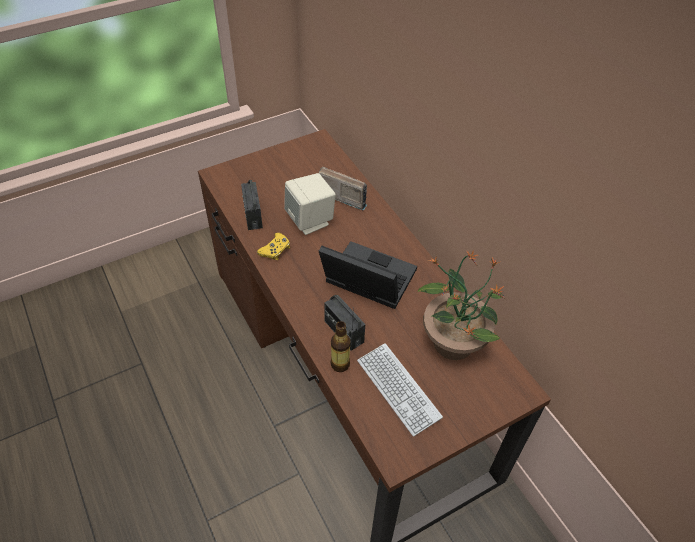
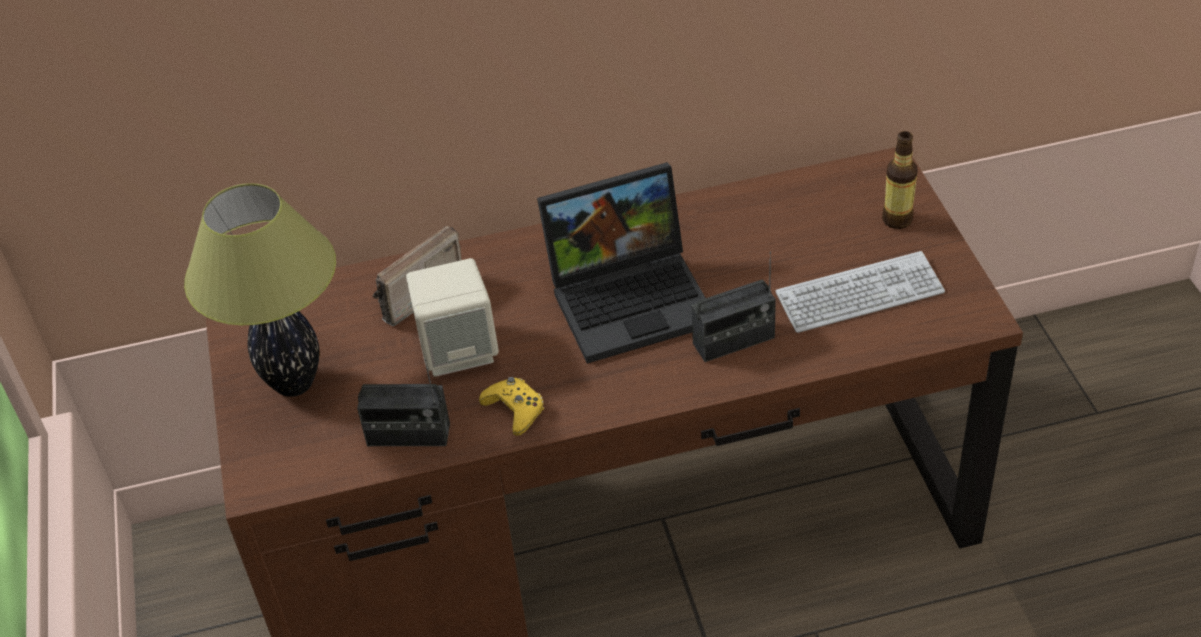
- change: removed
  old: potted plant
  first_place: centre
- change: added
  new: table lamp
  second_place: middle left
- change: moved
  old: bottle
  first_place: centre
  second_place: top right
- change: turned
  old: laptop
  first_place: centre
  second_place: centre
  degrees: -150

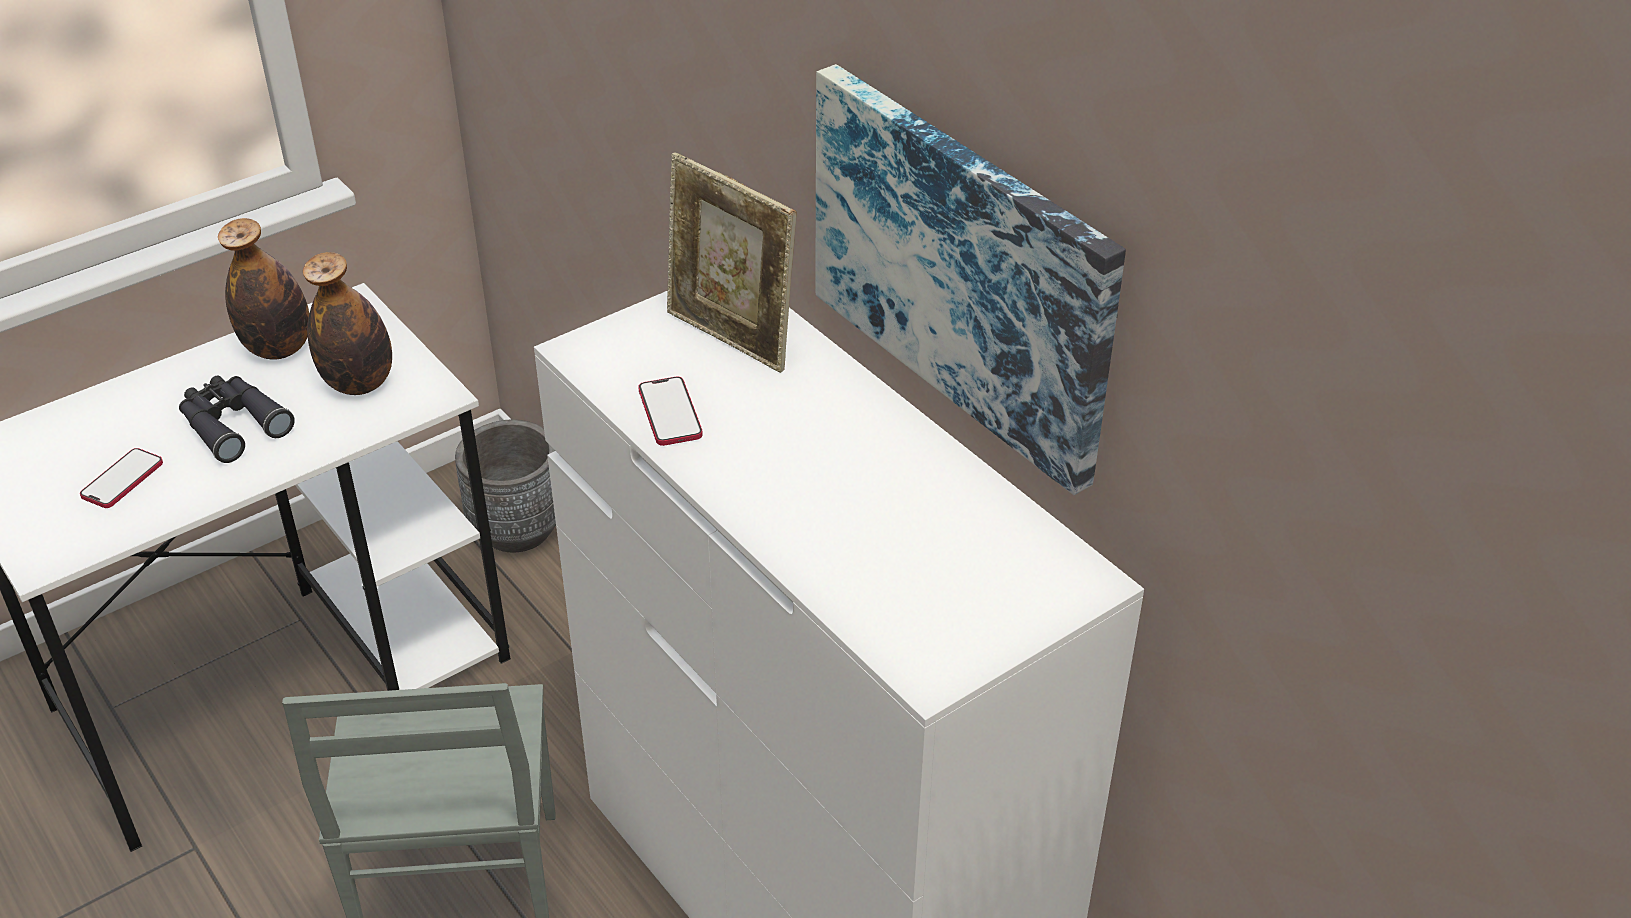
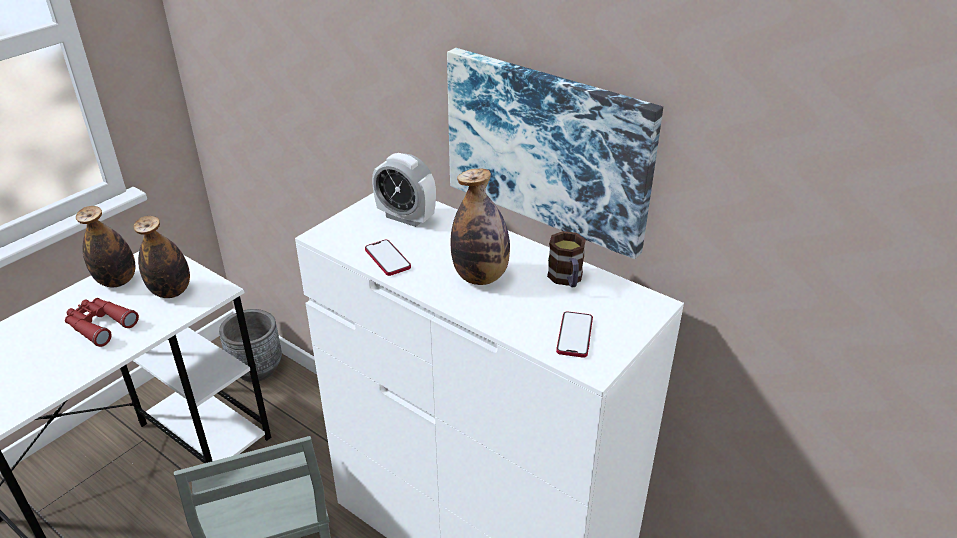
- change: added
  new: bottle (3rd from left)
  second_place: centre
- change: added
  new: mug
  second_place: centre
- change: moved
  old: phone (1st from left in the first image)
  new: phone (2nd from left)
  first_place: middle left
  second_place: centre
- change: replaced
  old: picture frame
  new: alarm clock
  first_place: top centre
  second_place: centre
- change: recoloured
  old: black binoculars
  new: red binoculars
  first_place: middle left
  second_place: middle left

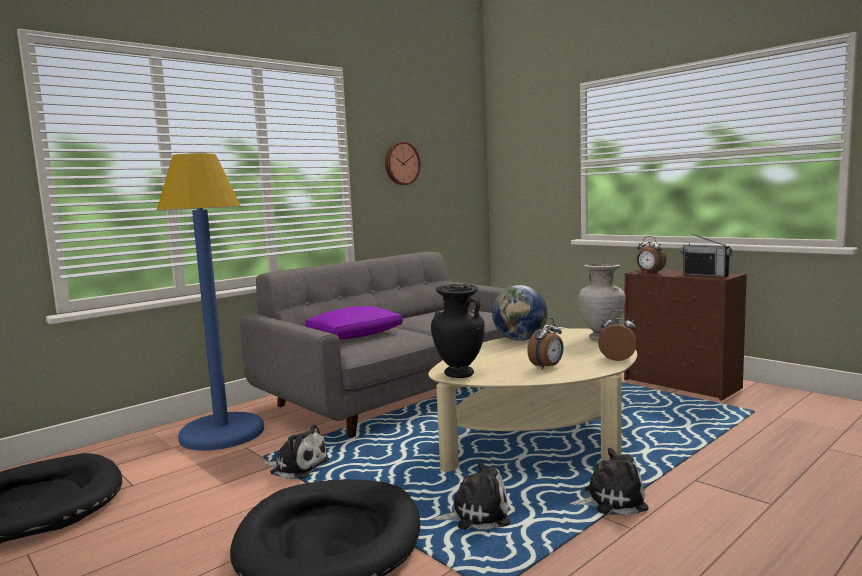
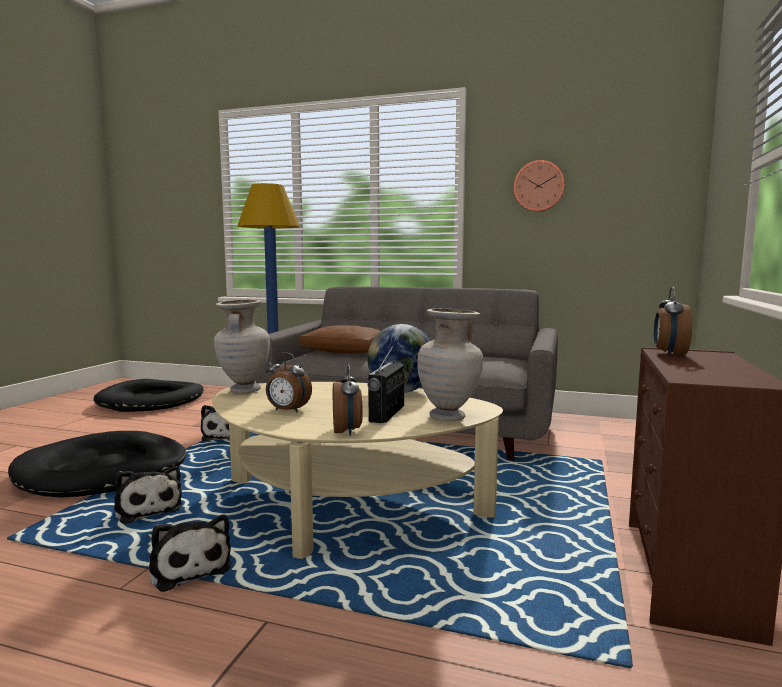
- change: moved
  old: radio
  first_place: middle right
  second_place: centre
- change: recoloured
  old: purple pillow
  new: brown pillow
  first_place: centre
  second_place: centre
- change: recoloured
  old: black vase
  new: beige vase (1st from left)
  first_place: centre
  second_place: middle left

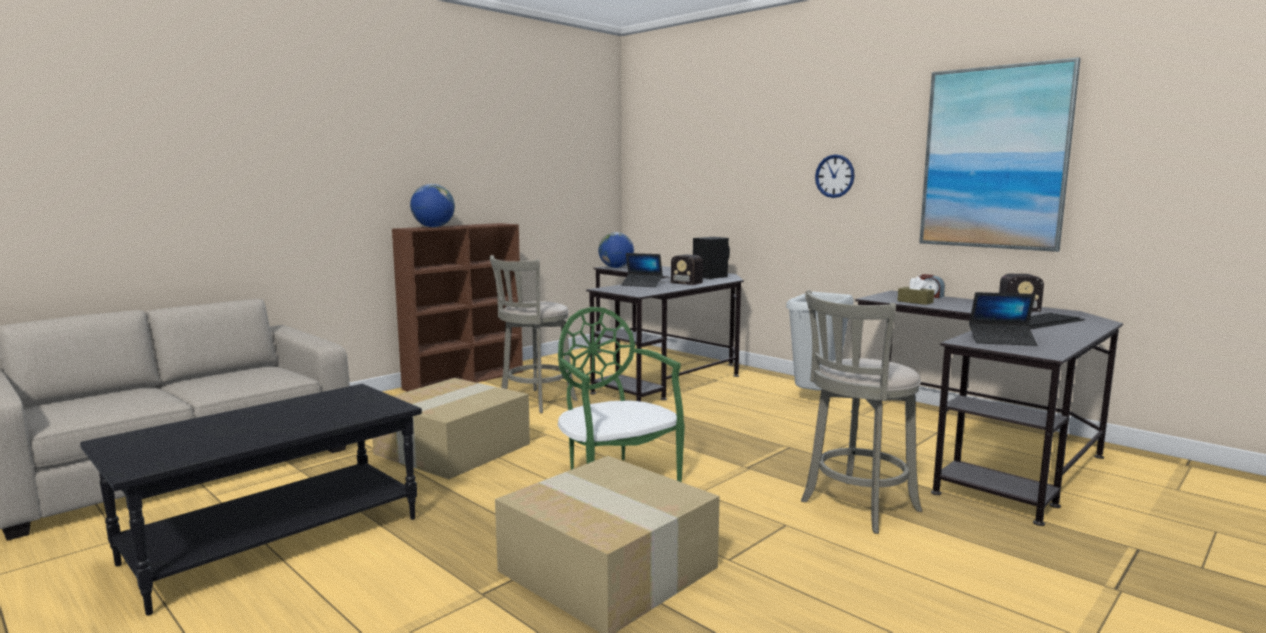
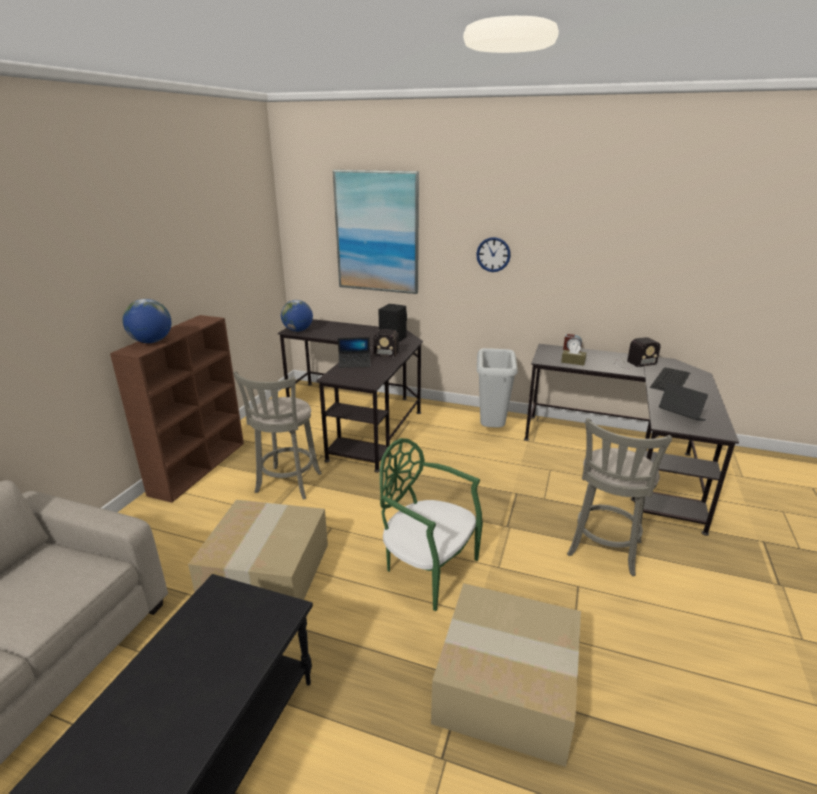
- change: moved
  old: picture
  first_place: top right
  second_place: top centre
- change: turned
  old: laptop (2nd from left)
  first_place: middle right
  second_place: middle right
  degrees: -120

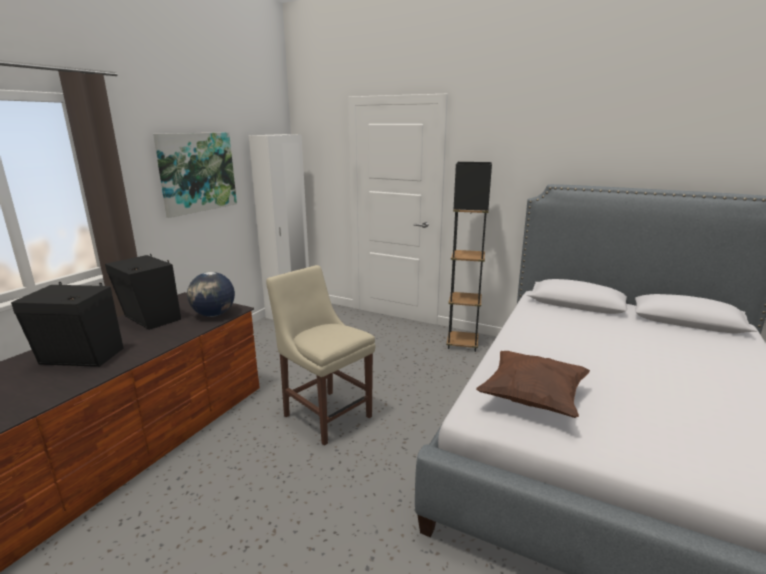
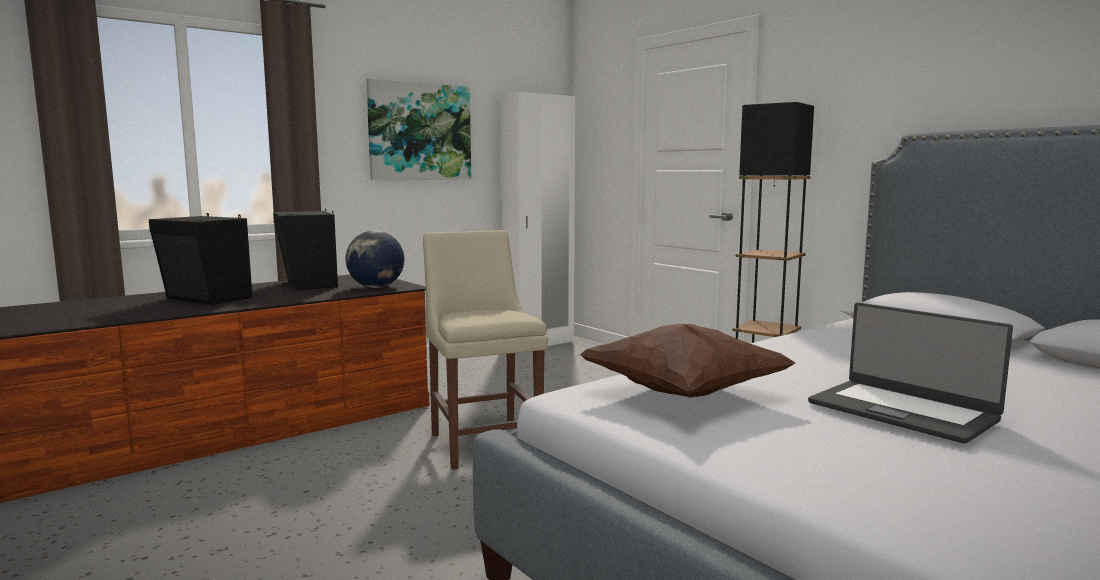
- change: added
  new: laptop
  second_place: middle right

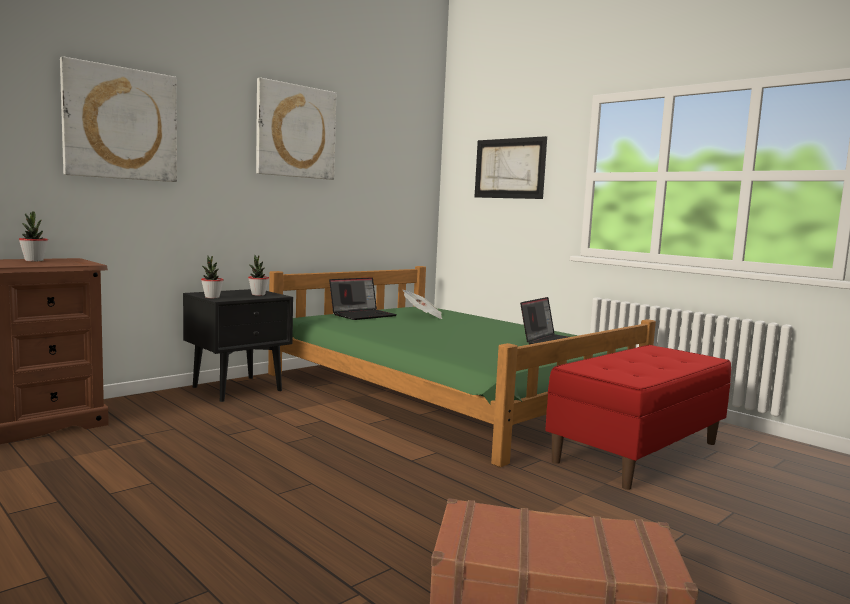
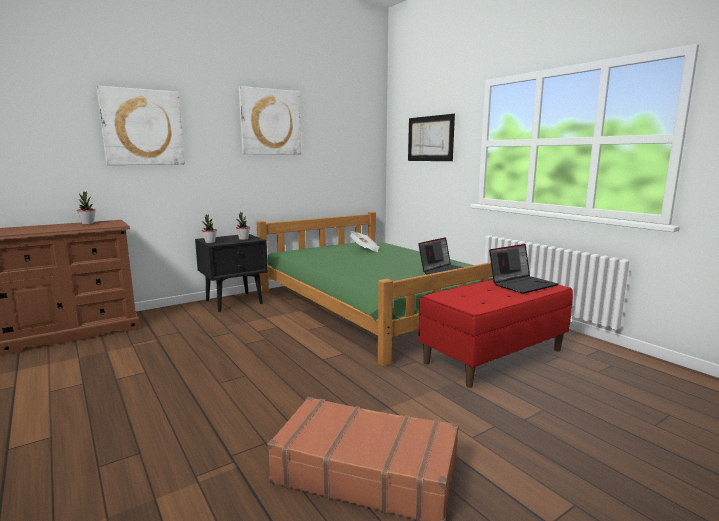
- change: moved
  old: laptop (1st from left in the first image)
  new: laptop (2nd from left)
  first_place: centre
  second_place: middle right

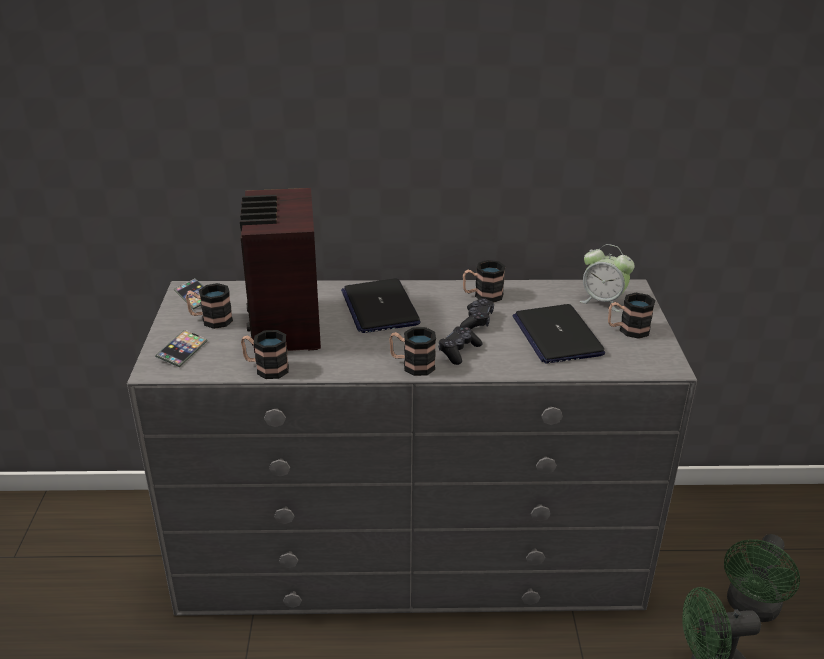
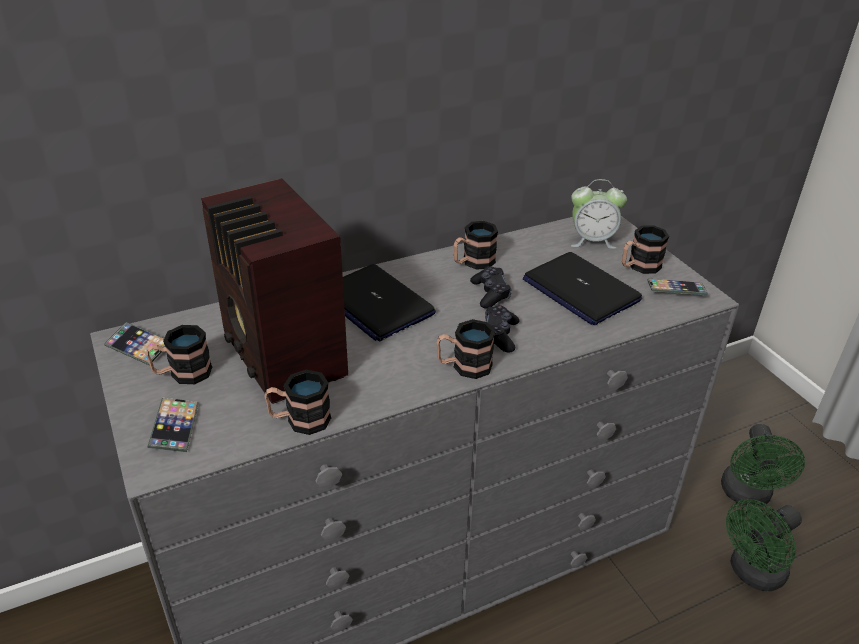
- change: added
  new: phone (3rd from left)
  second_place: middle right

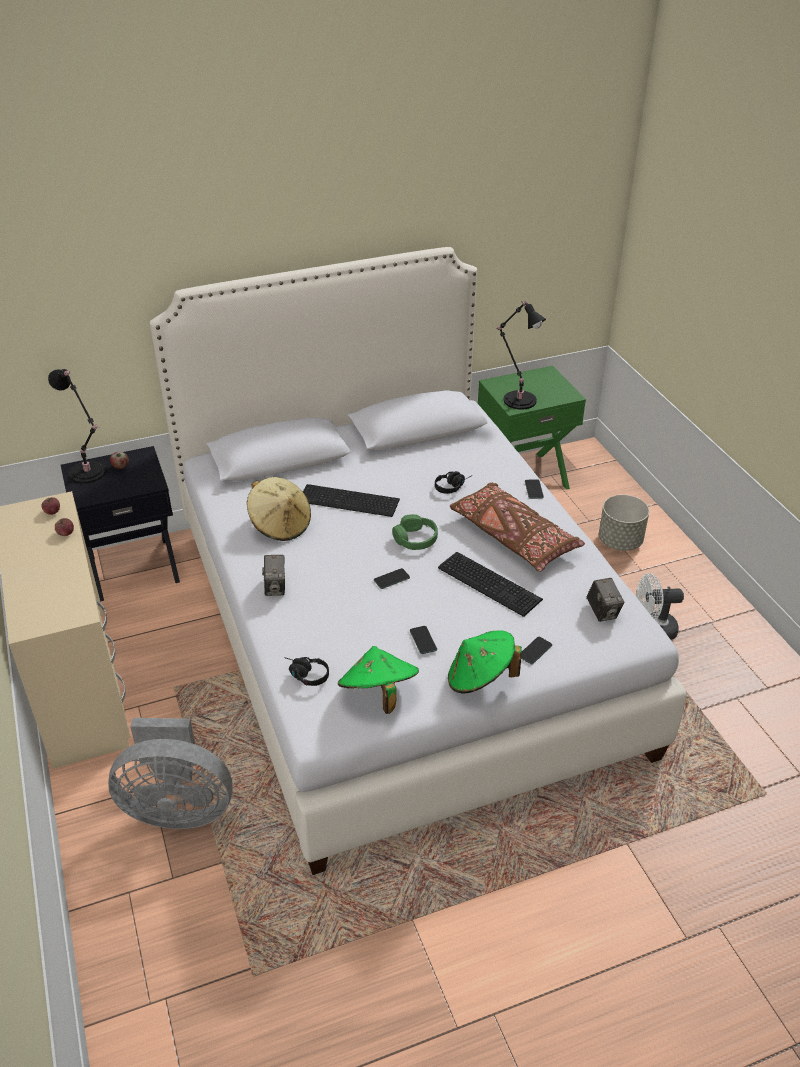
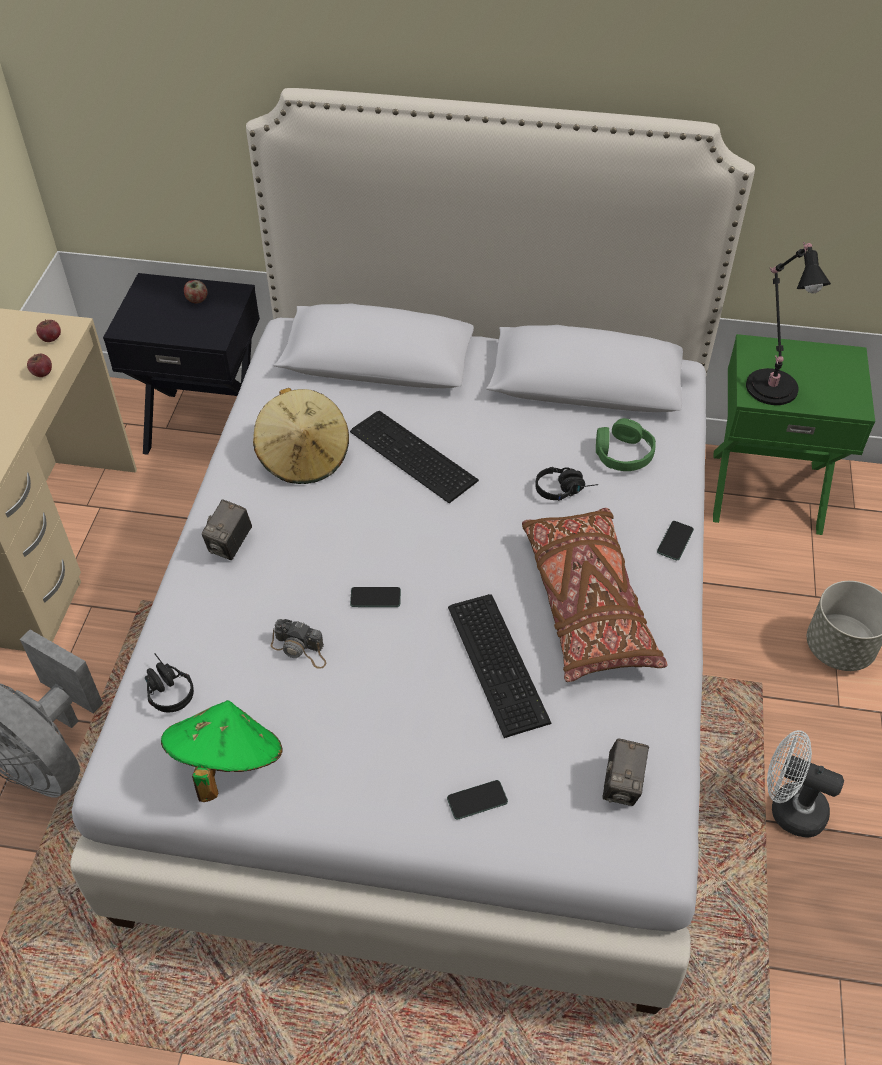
- change: removed
  old: black table lamp (1st from left)
  first_place: middle left
- change: removed
  old: phone (2nd from left)
  first_place: centre
- change: removed
  old: green hat (2nd from left)
  first_place: centre
- change: added
  new: photo camera (2nd from left)
  second_place: centre
- change: moved
  old: green headphones
  first_place: centre
  second_place: middle right

